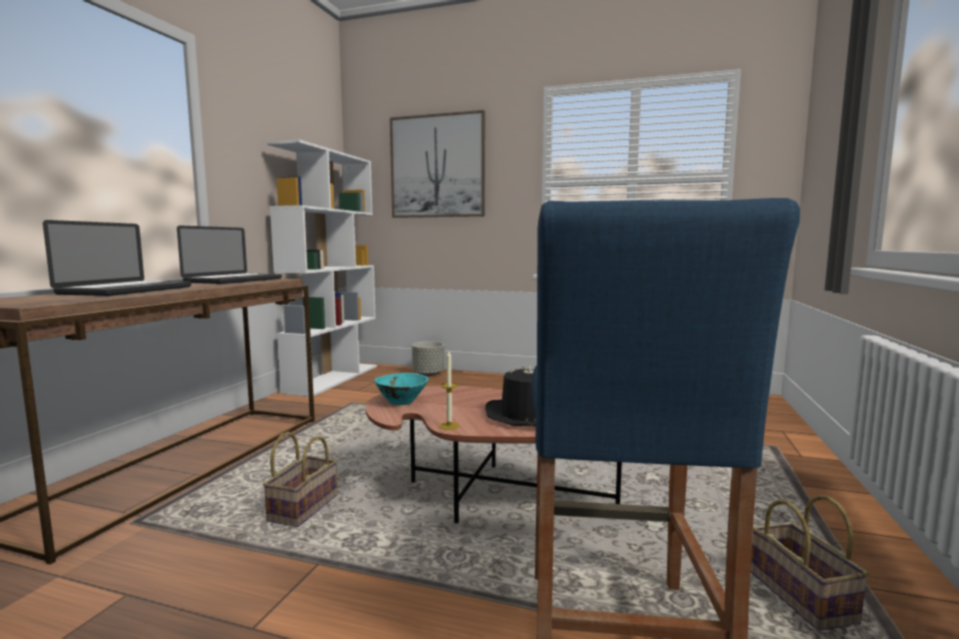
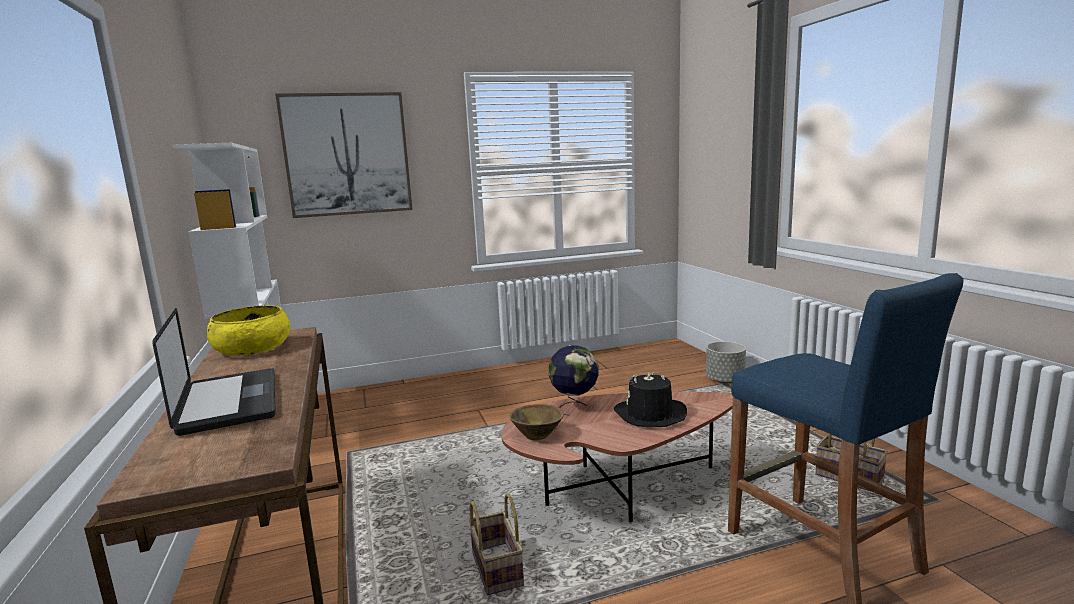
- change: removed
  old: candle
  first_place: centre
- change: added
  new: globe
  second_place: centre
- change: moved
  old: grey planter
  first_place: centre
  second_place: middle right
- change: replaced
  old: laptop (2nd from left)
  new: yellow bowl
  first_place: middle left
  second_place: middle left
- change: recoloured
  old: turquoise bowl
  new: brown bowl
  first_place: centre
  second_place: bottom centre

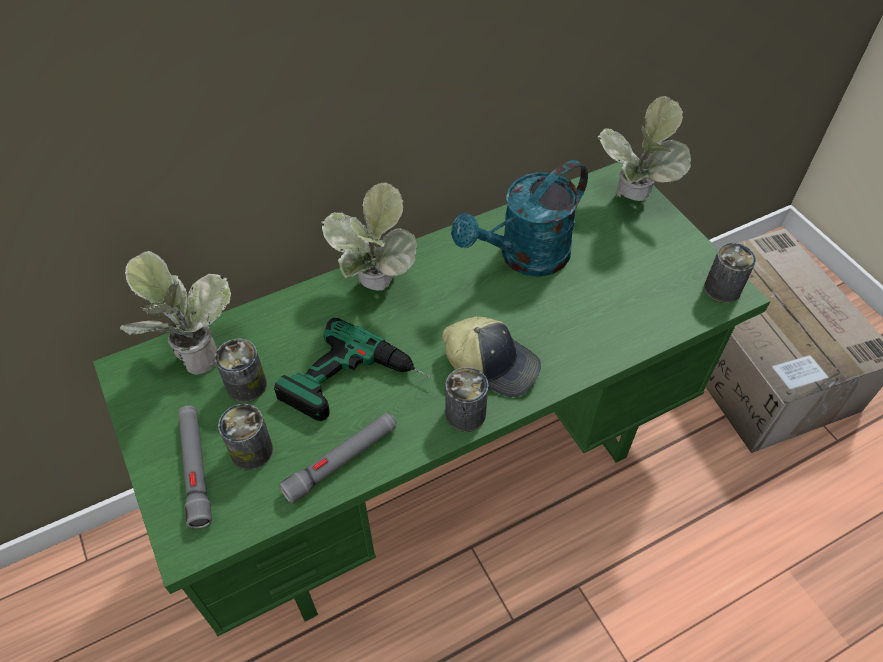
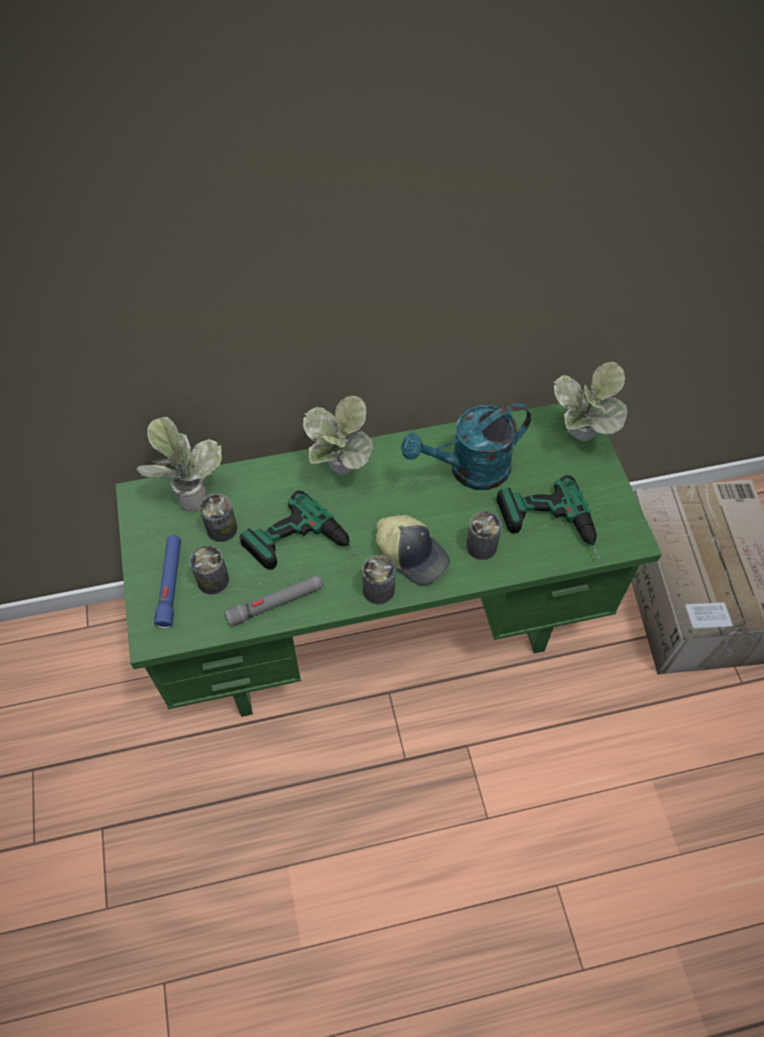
- change: added
  new: power drill (2nd from left)
  second_place: middle right
- change: moved
  old: can (4th from left)
  first_place: middle right
  second_place: centre
- change: recoloured
  old: grey flashlight (1st from left)
  new: blue flashlight
  first_place: bottom left
  second_place: middle left

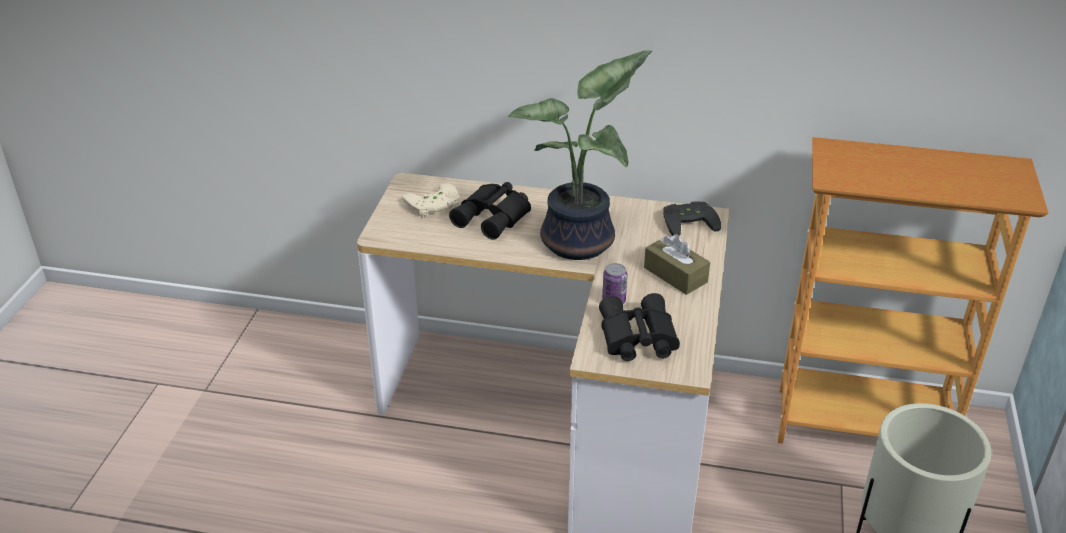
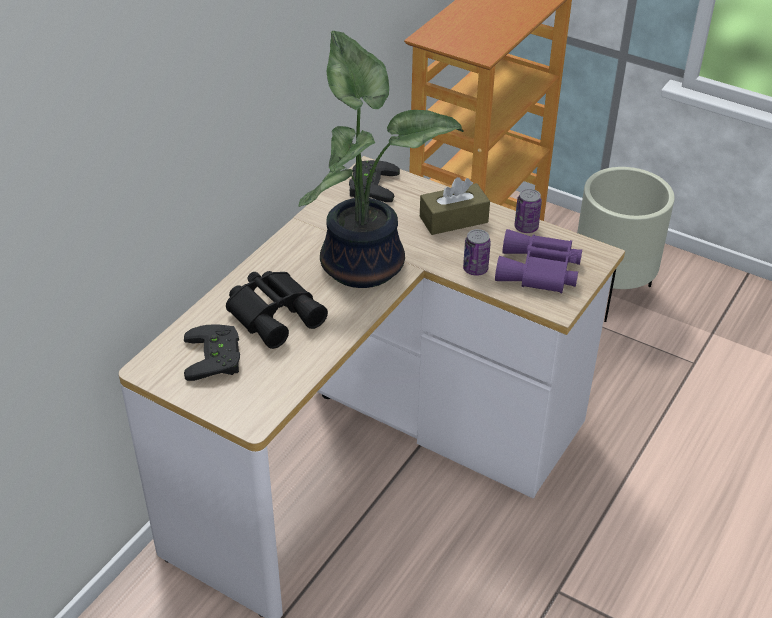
- change: added
  new: can (2nd from left)
  second_place: middle right
- change: recoloured
  old: beige game controller
  new: black game controller (1st from left)
  first_place: centre
  second_place: middle left
- change: recoloured
  old: black binoculars (2nd from left)
  new: purple binoculars
  first_place: centre
  second_place: middle right

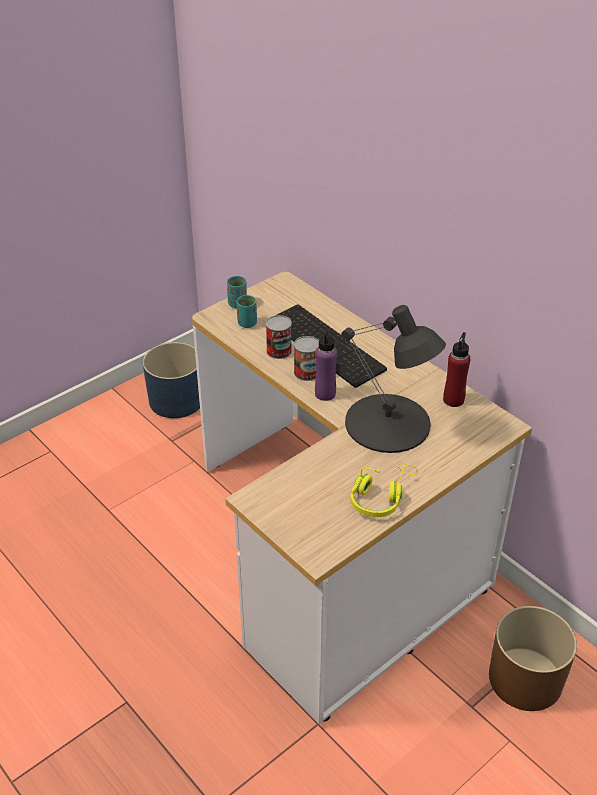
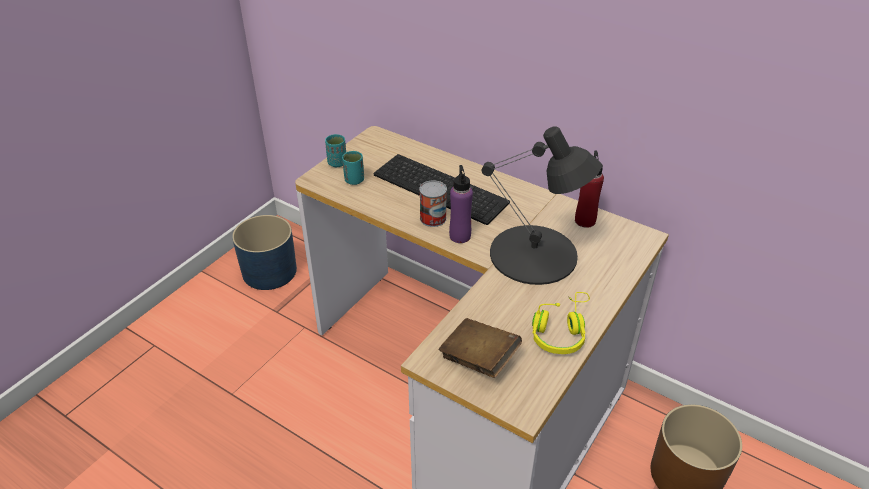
- change: removed
  old: can (1st from left)
  first_place: centre
- change: added
  new: brown book
  second_place: bottom centre

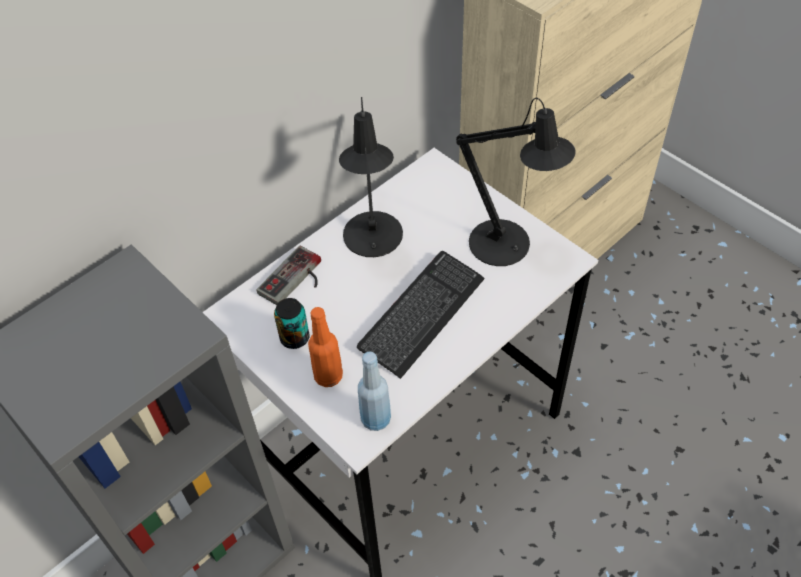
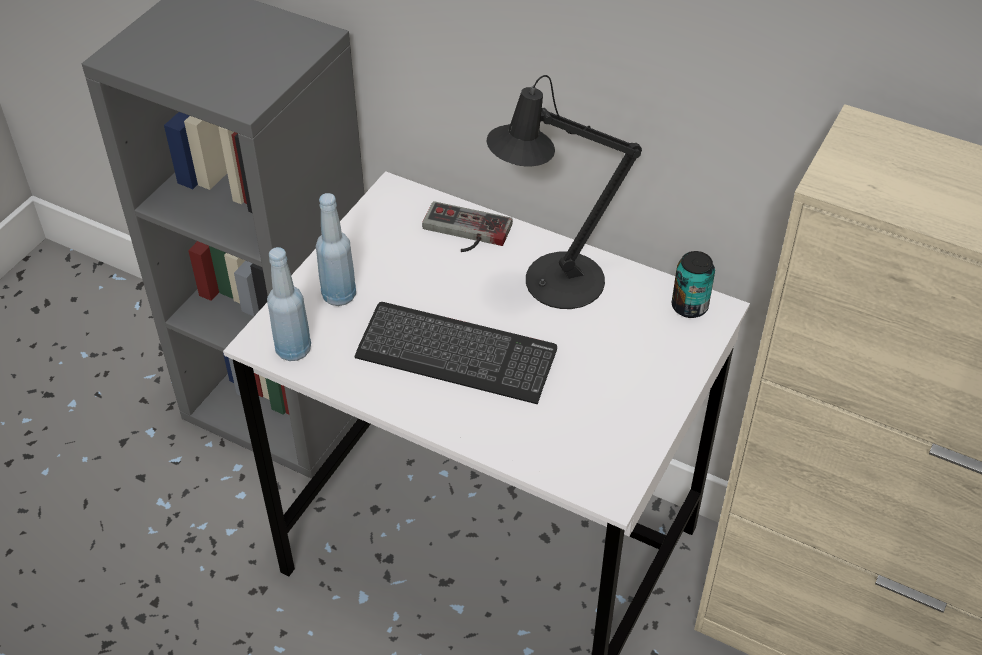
- change: removed
  old: black table lamp (2nd from left)
  first_place: top centre
- change: moved
  old: can
  first_place: centre
  second_place: middle right
- change: recoloured
  old: orange bottle
  new: blue bottle (2nd from left)
  first_place: centre
  second_place: centre

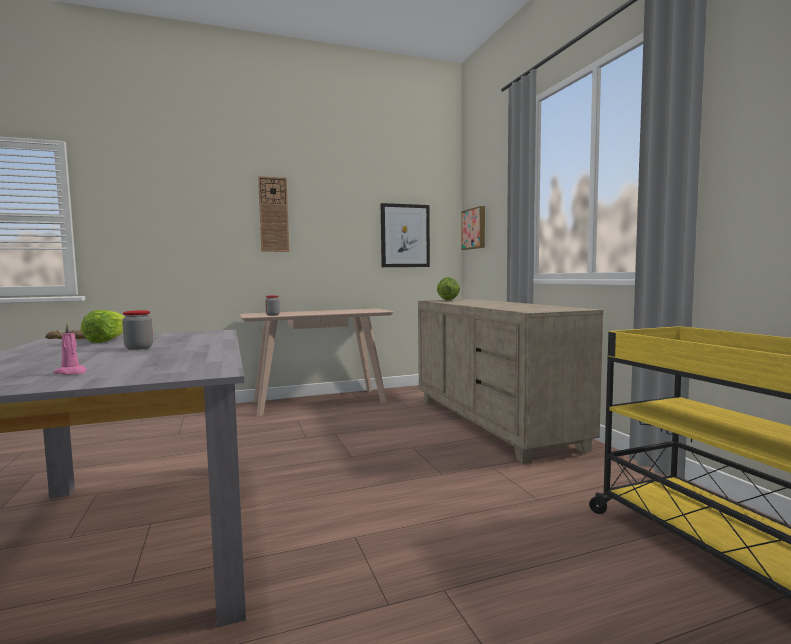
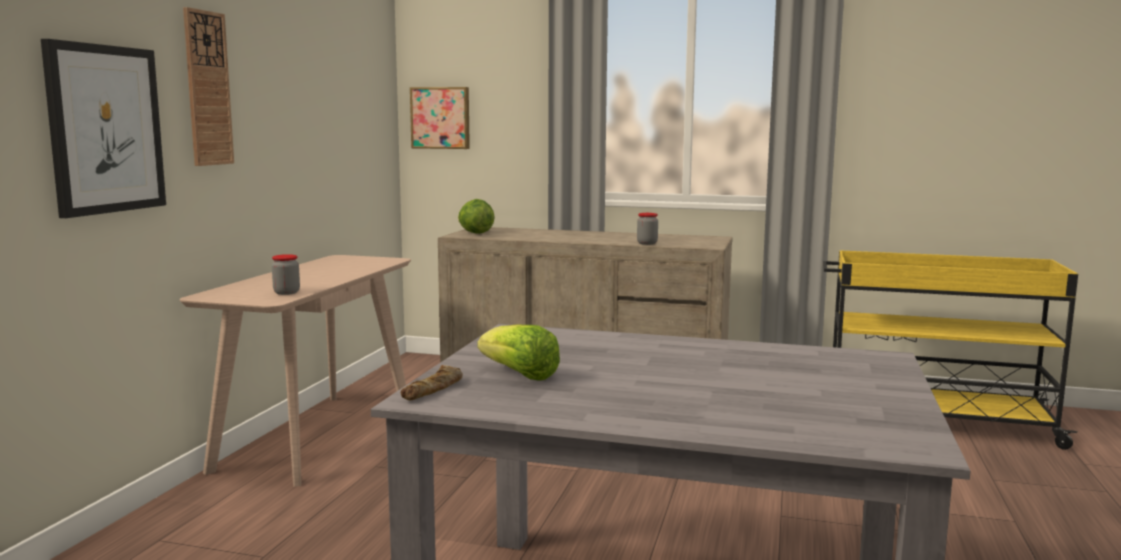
- change: removed
  old: pink candle
  first_place: middle left
- change: moved
  old: jar (1st from left in the first image)
  new: jar (2nd from left)
  first_place: middle left
  second_place: centre
- change: moved
  old: picture (1st from left)
  first_place: centre
  second_place: top left

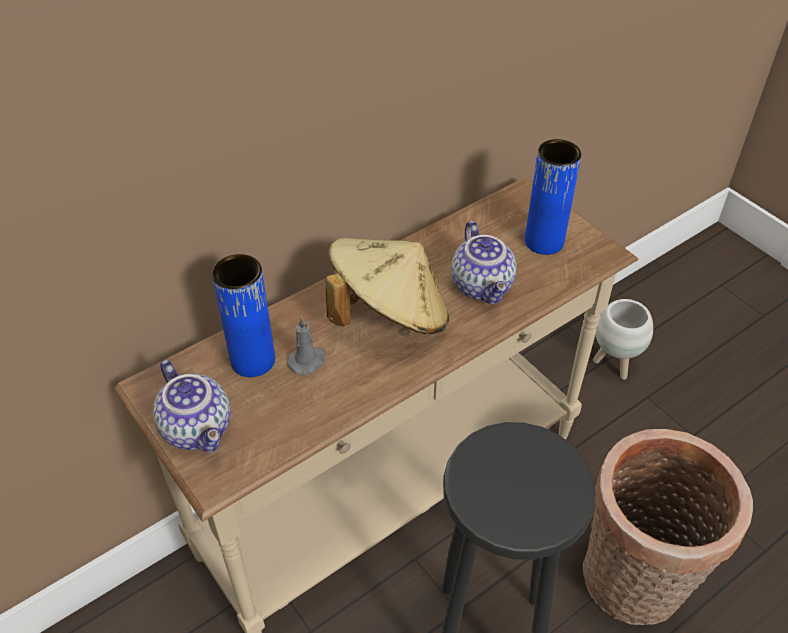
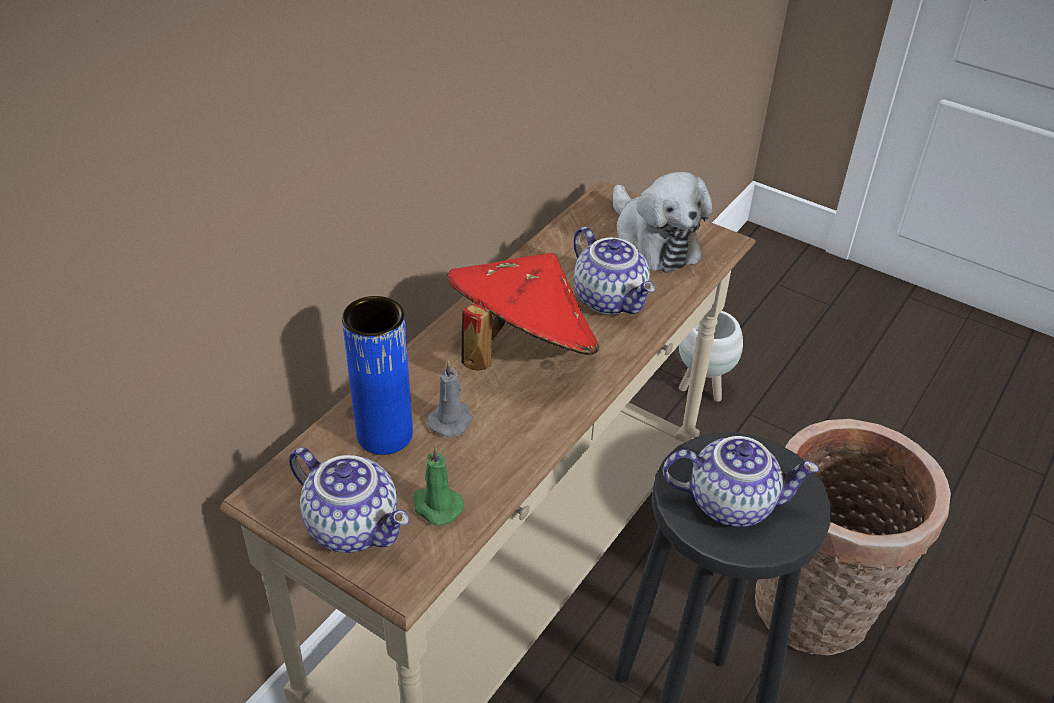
- change: added
  new: green candle
  second_place: bottom centre
- change: added
  new: teapot (3rd from left)
  second_place: bottom right
- change: replaced
  old: blue vase (2nd from left)
  new: plush toy
  first_place: top right
  second_place: top centre
- change: recoloured
  old: beige hat
  new: red hat
  first_place: centre
  second_place: centre

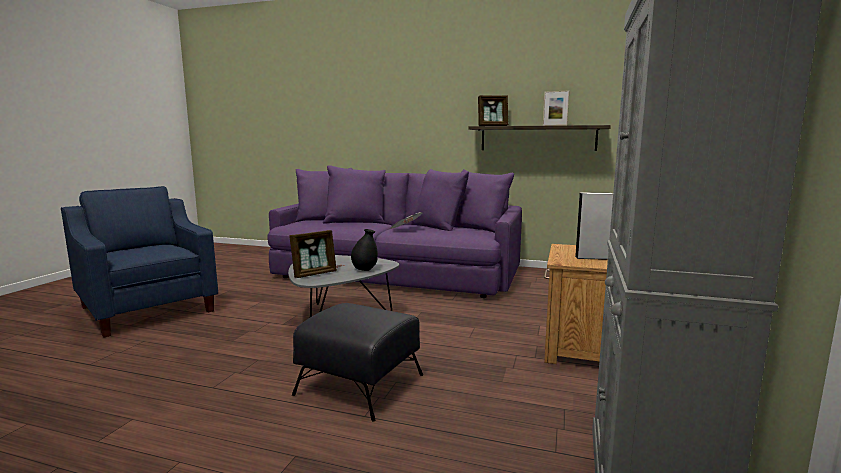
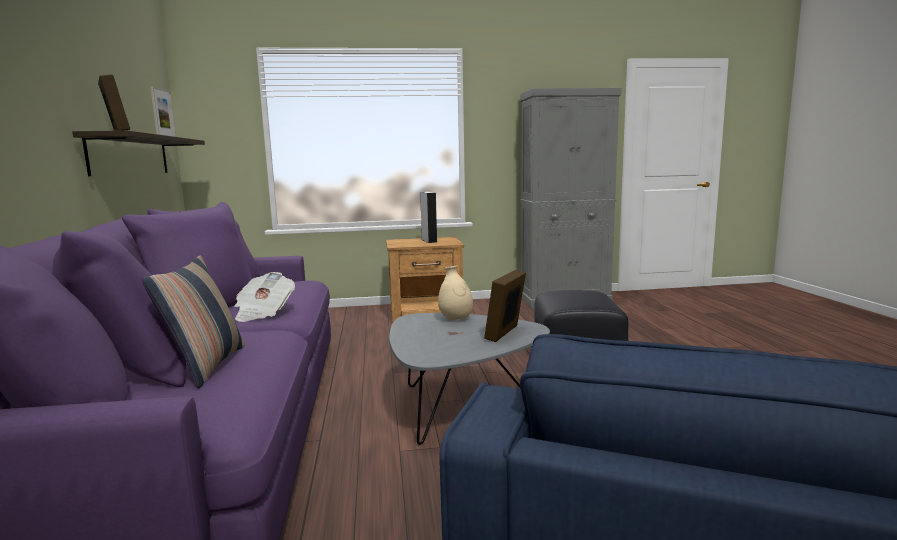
- change: added
  new: pillow
  second_place: middle left
- change: recoloured
  old: black vase
  new: beige vase
  first_place: centre
  second_place: centre
- change: turned
  old: picture frame (1st from left in the first image)
  first_place: centre
  second_place: centre
  degrees: -90

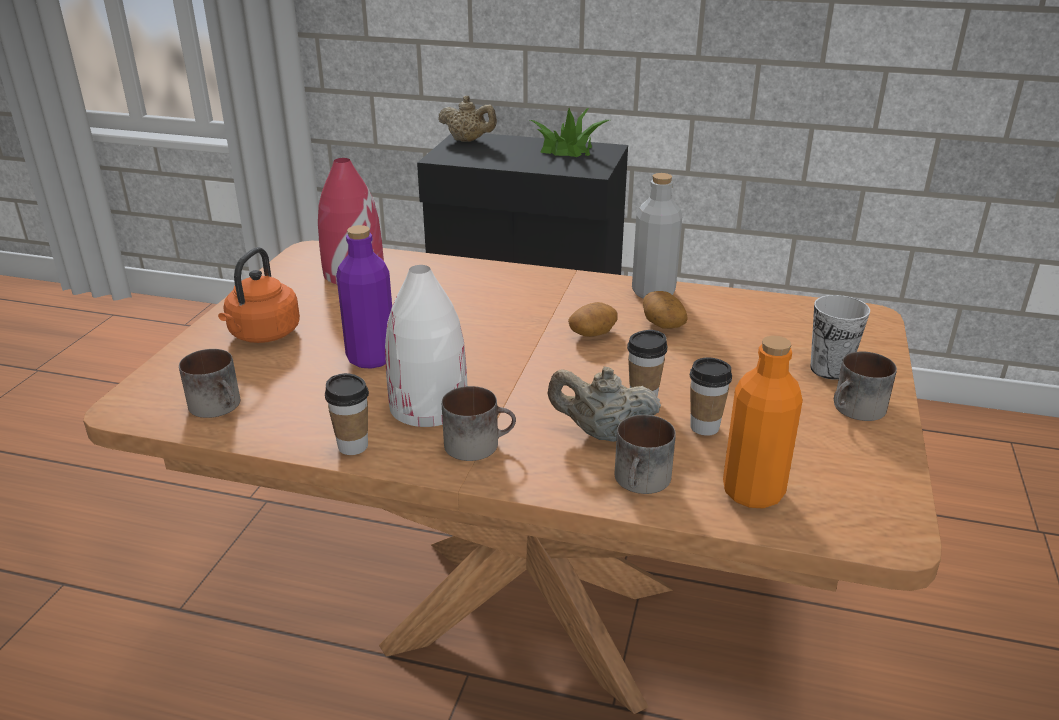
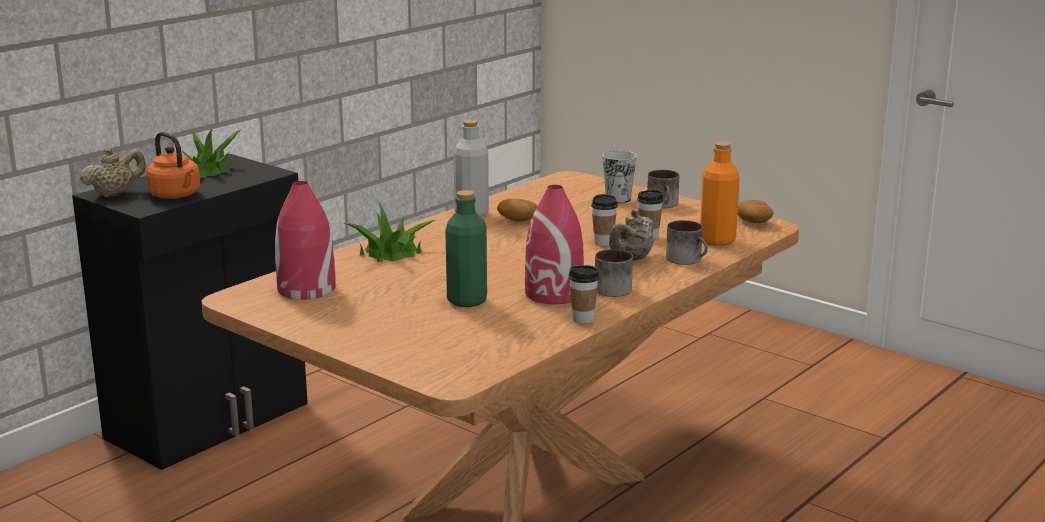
- change: removed
  old: mug (1st from left)
  first_place: middle left
- change: added
  new: potted plant (2nd from left)
  second_place: centre
- change: moved
  old: orange kettle
  first_place: middle left
  second_place: top left
- change: moved
  old: potato (1st from left in the first image)
  new: potato (2nd from left)
  first_place: centre
  second_place: middle right
- change: recoloured
  old: purple bottle
  new: green bottle
  first_place: centre
  second_place: centre
- change: recoloured
  old: white vase
  new: red vase (2nd from left)
  first_place: centre
  second_place: centre

